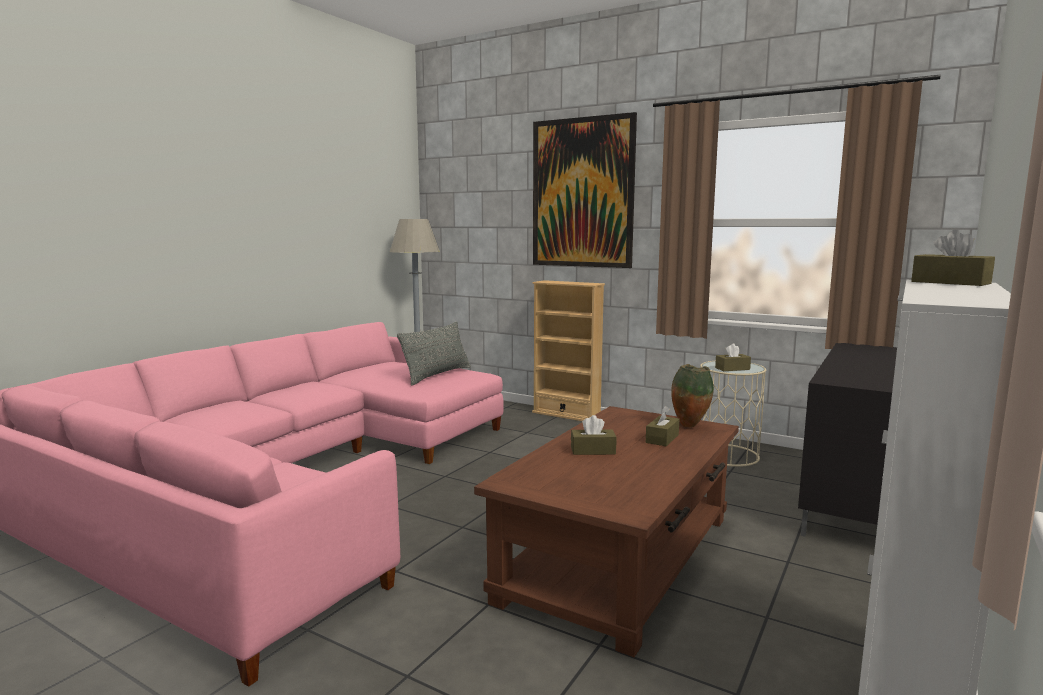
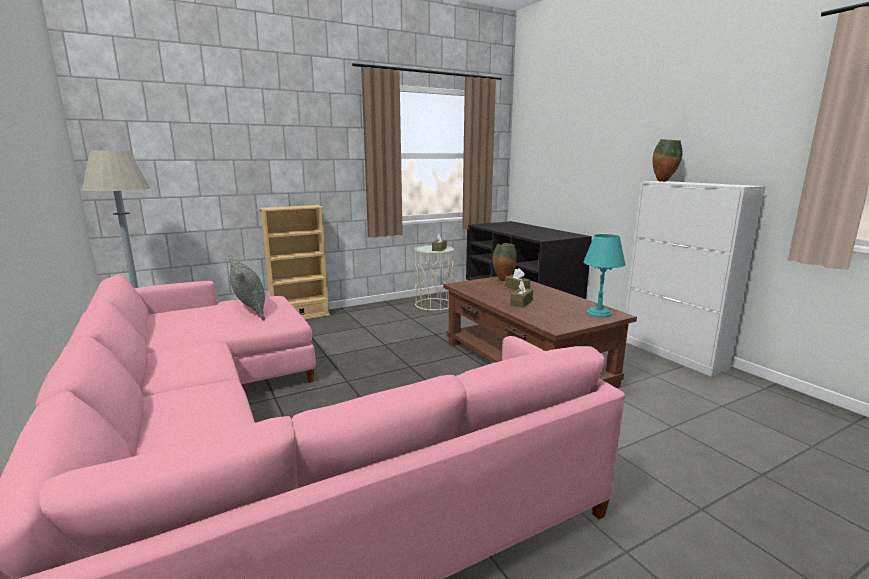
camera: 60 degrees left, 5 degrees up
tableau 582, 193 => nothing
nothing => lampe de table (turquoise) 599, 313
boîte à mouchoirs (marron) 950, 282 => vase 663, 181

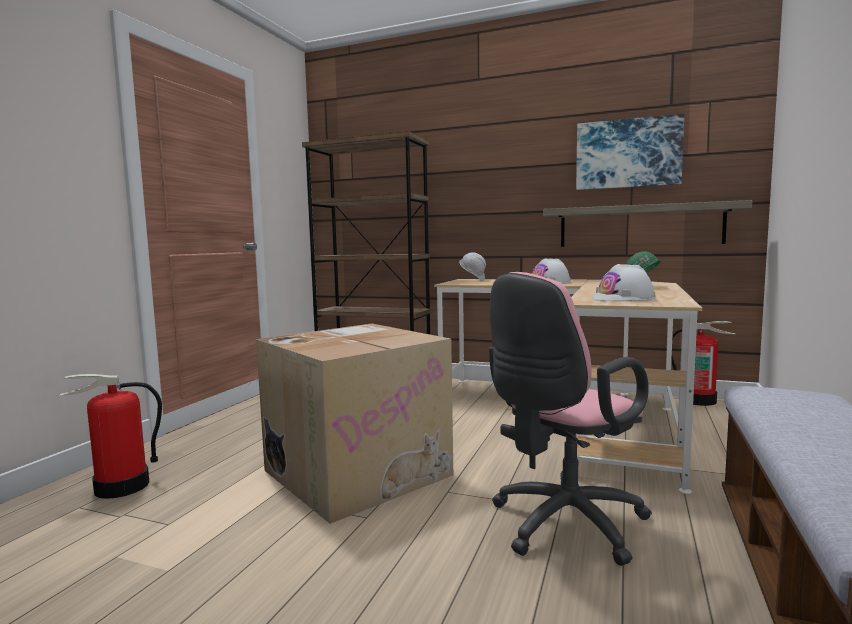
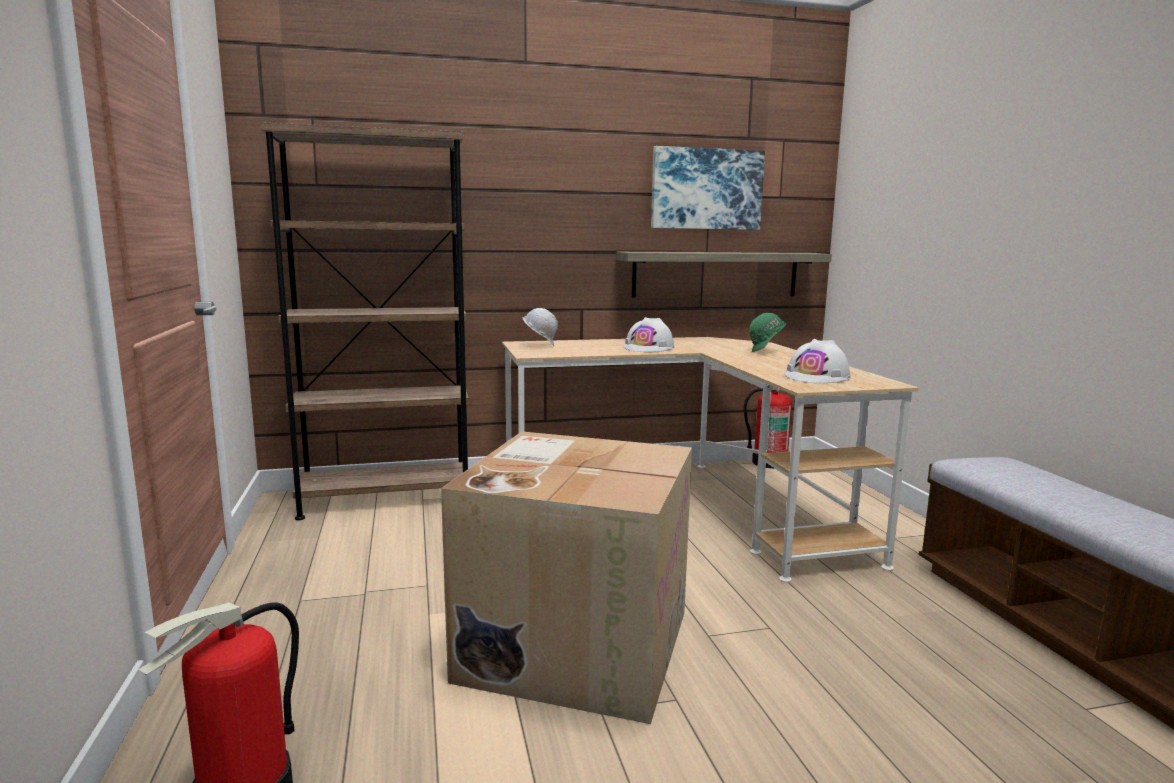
camera: 35 degrees left, 5 degrees up
chaise de bureau (rose) 562, 526 => nothing

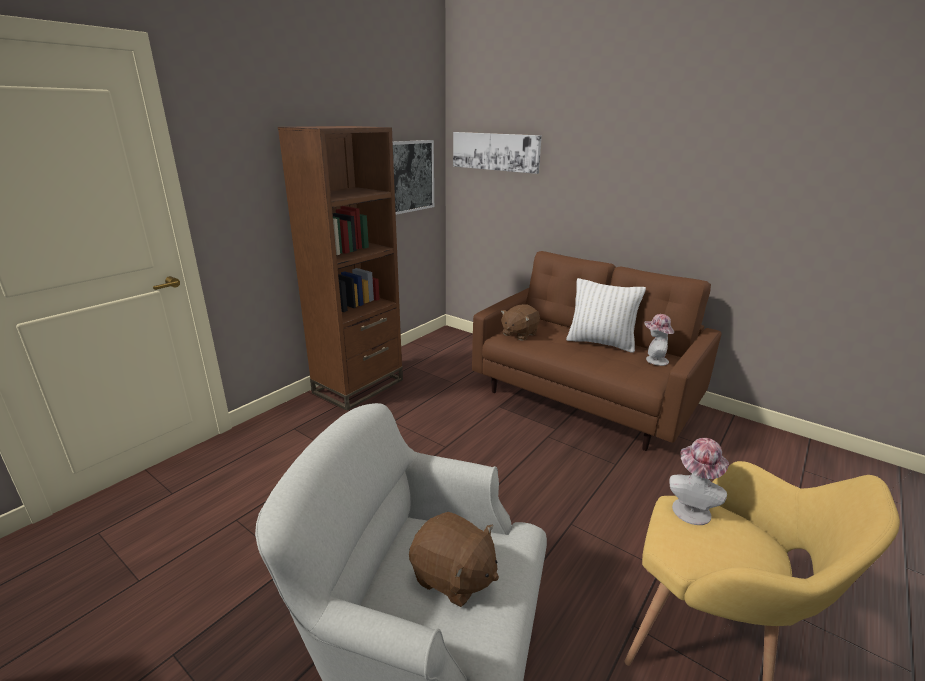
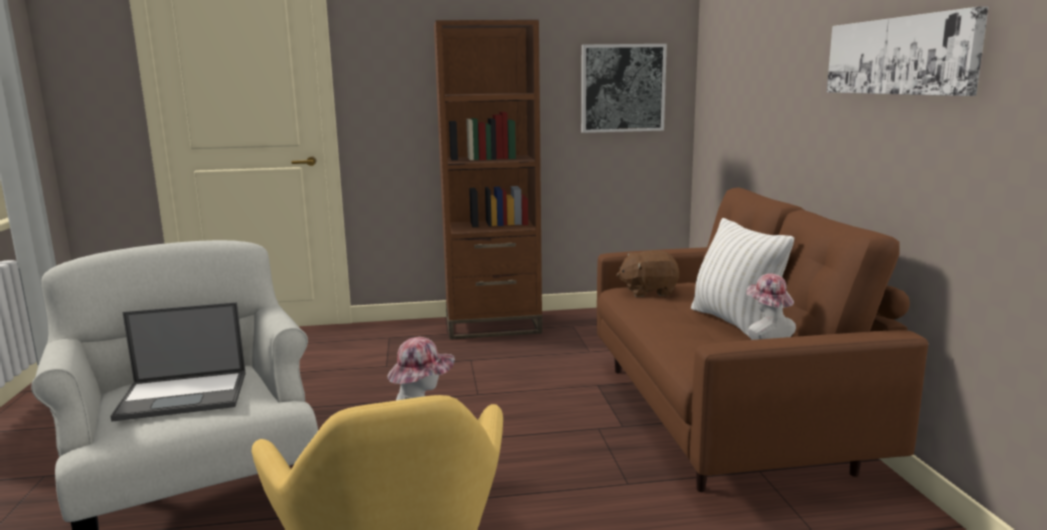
camera: 45 degrees right, 10 degrees down
tableau 495, 151 => tableau 899, 56, shifted
peluche (marron) 453, 577 => ordinateur portable 185, 395

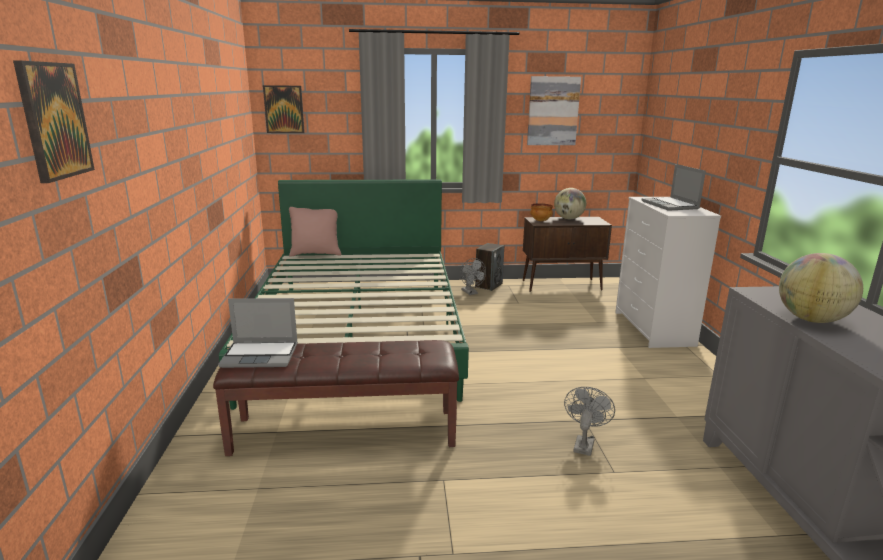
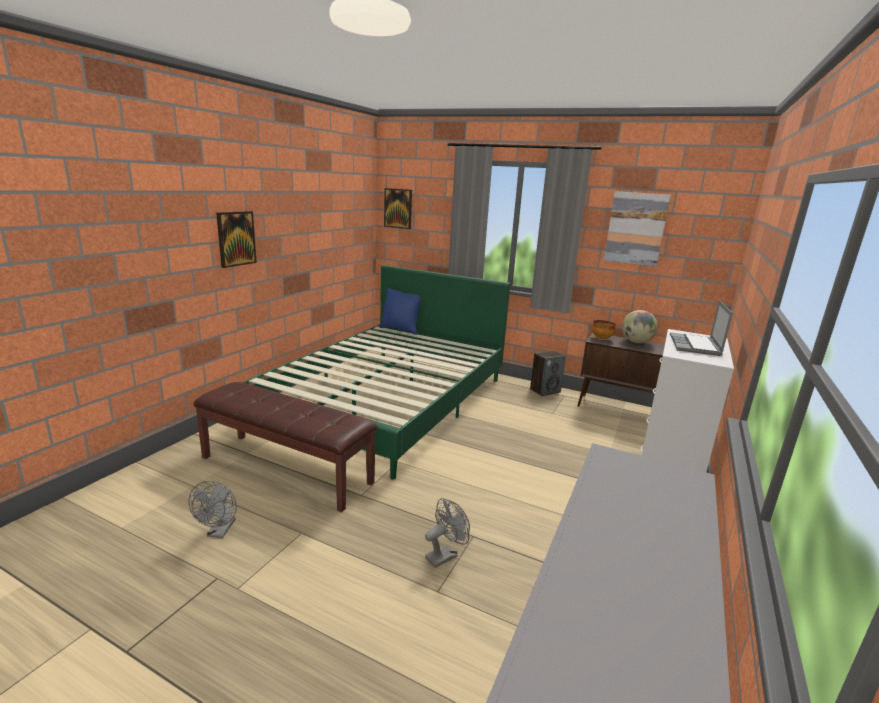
camera: 30 degrees right, 0 degrees up
ordinateur portable 261, 355 => nothing
globe 811, 319 => nothing
tableau 54, 120 => tableau 236, 238, shifted
ventilateur (gris) 471, 293 => ventilateur (gris) 219, 532, shifted
coussin (rose) 316, 254 => coussin (bleu) 400, 329

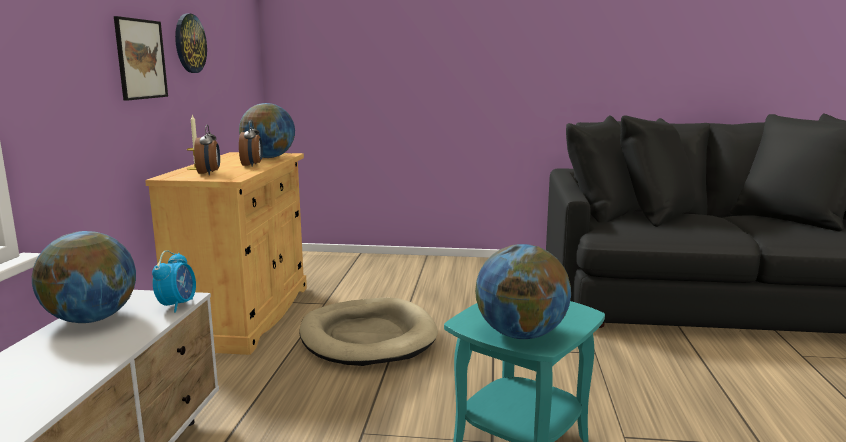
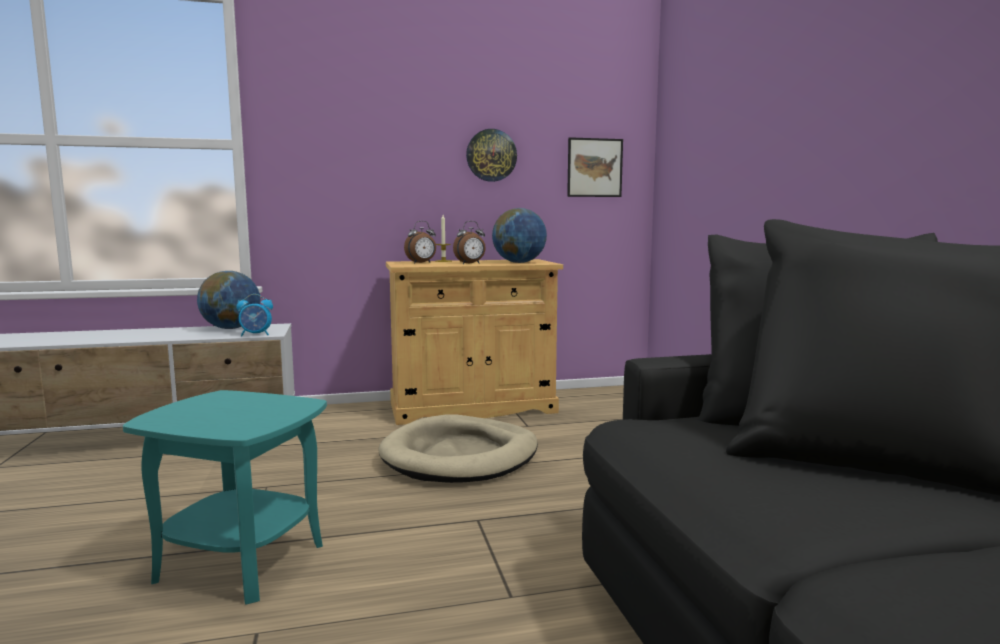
camera: 70 degrees right, 5 degrees down
globe 520, 334 => nothing
tableau 141, 59 => tableau 594, 167, shifted

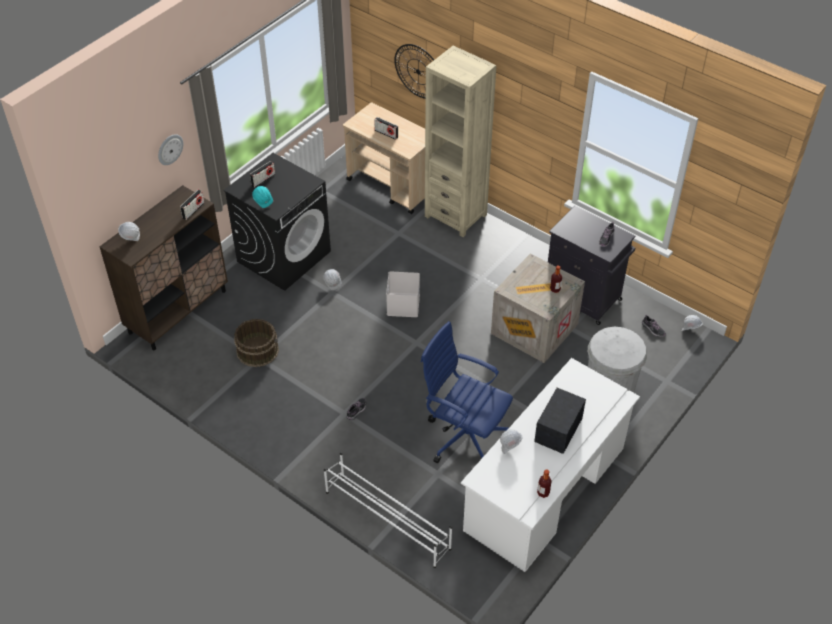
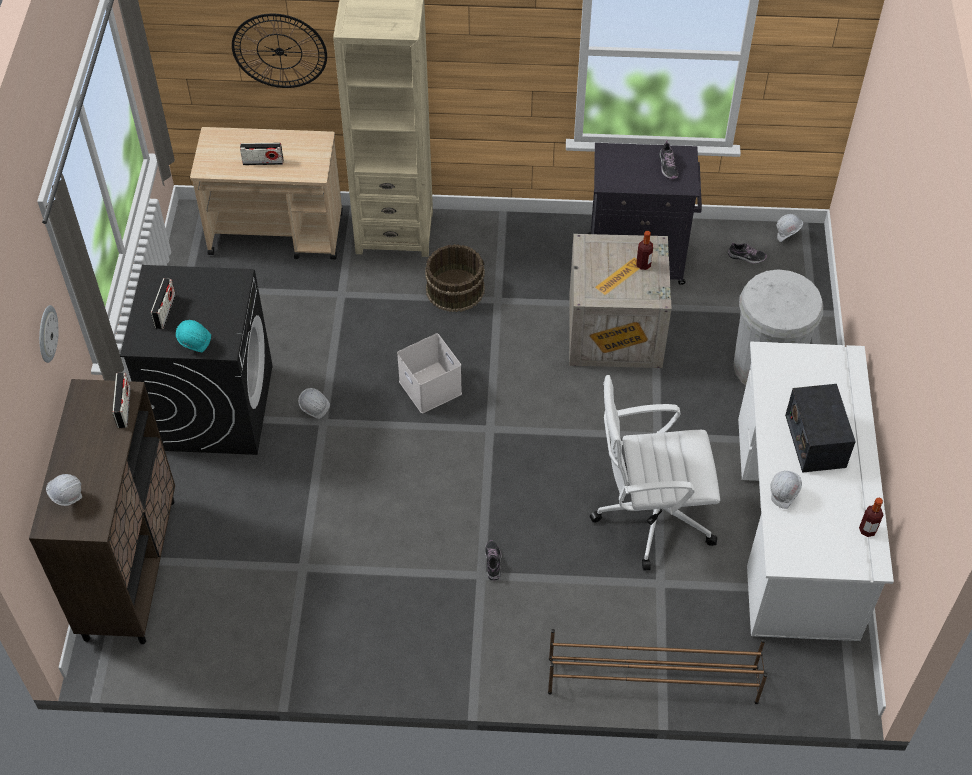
camera: 35 degrees left, 5 degrees up
seau (marron) 257, 350 => seau (marron) 455, 289, shifted
étagère à chaussures (blanc) 387, 519 => étagère à chaussures (marron) 651, 680
chaise de bureau (bleu) 464, 436 => chaise de bureau (blanc) 650, 515

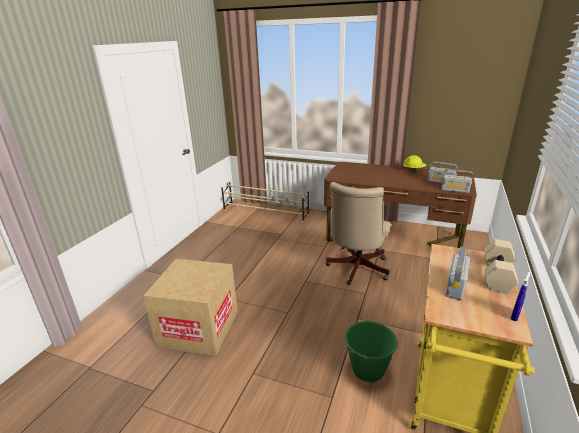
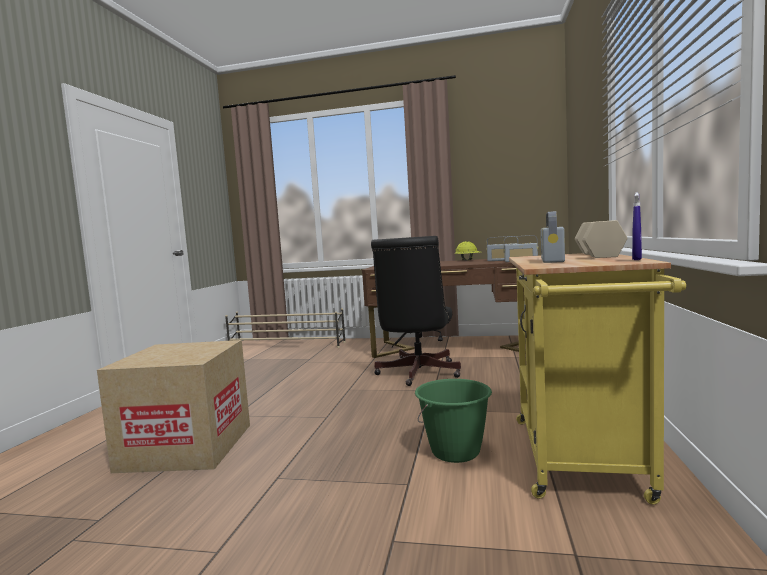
camera: 10 degrees left, 20 degrees down
chaise de bureau (beige) 356, 270 => chaise de bureau (noir) 416, 374

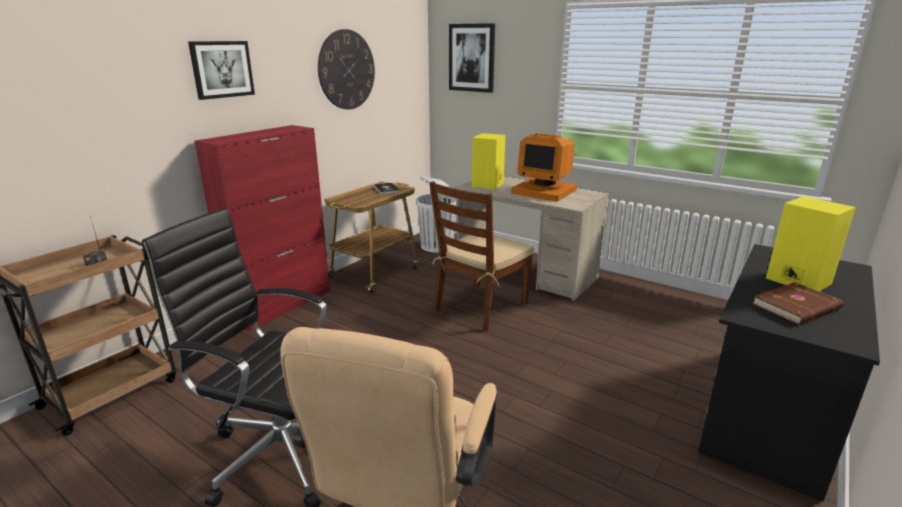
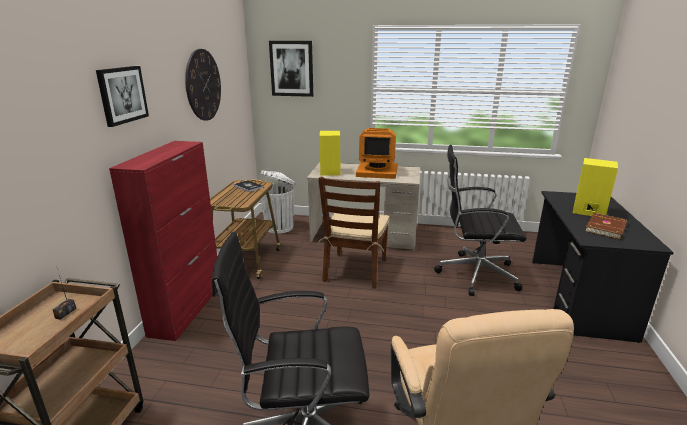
camera: 25 degrees left, 0 degrees up
nothing => chaise de bureau (noir) 474, 274

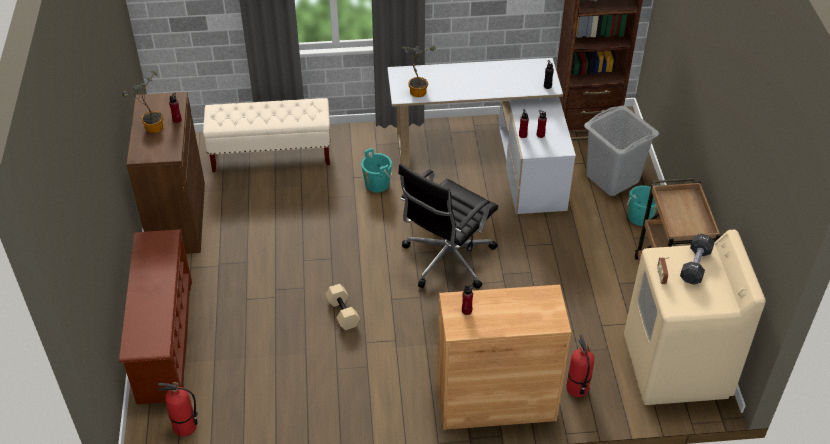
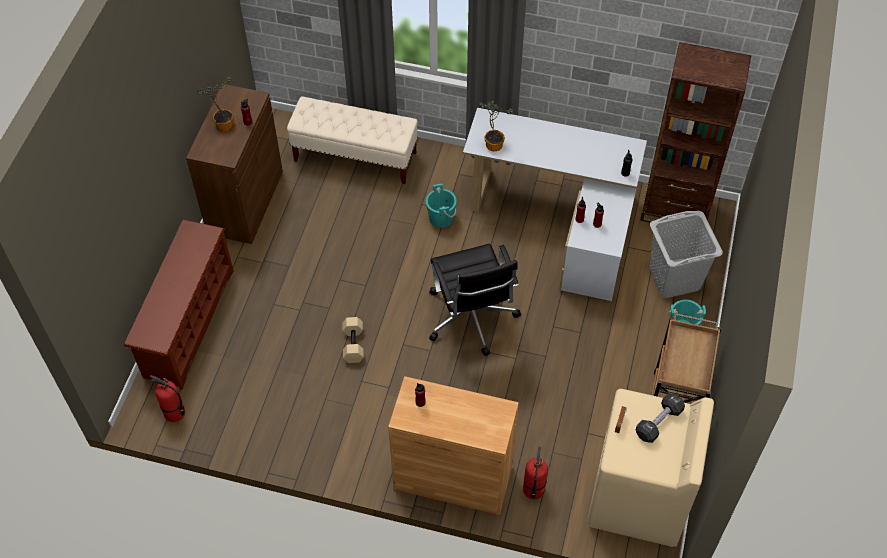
camera: 20 degrees right, 10 degrees up
chaise de bureau (noir) 446, 260 => chaise de bureau (noir) 471, 319, 75 degrees counterclockwise

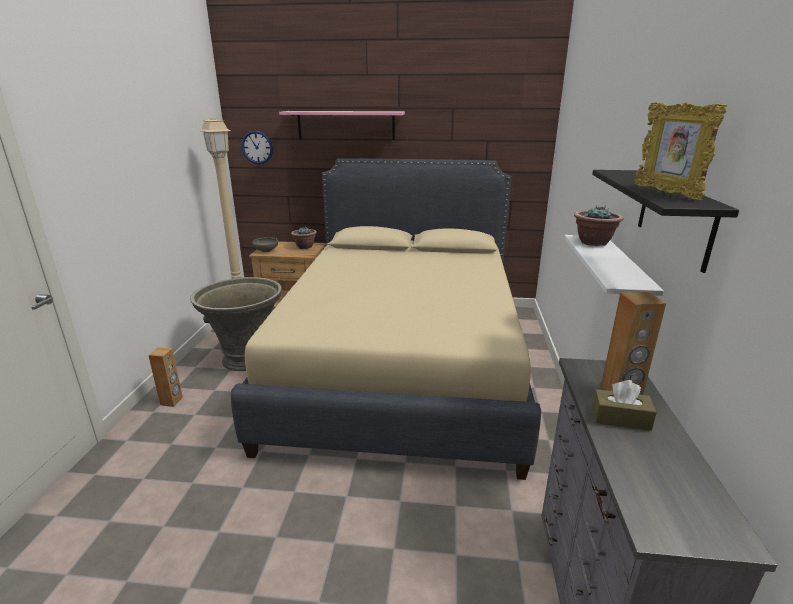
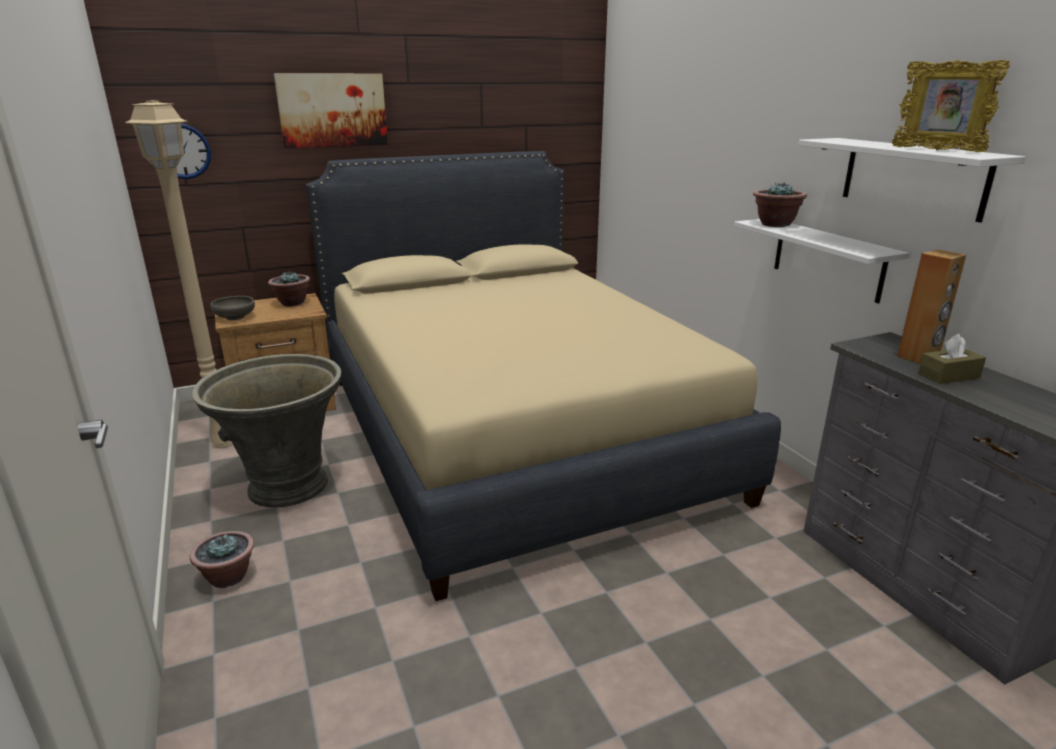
camera: 30 degrees left, 0 degrees up
enceinte (marron) 172, 401 => plante en pot 228, 577
étagère (rose) 346, 125 => tableau 332, 110
étagère (noir) 674, 216 => étagère (blanc) 913, 177

